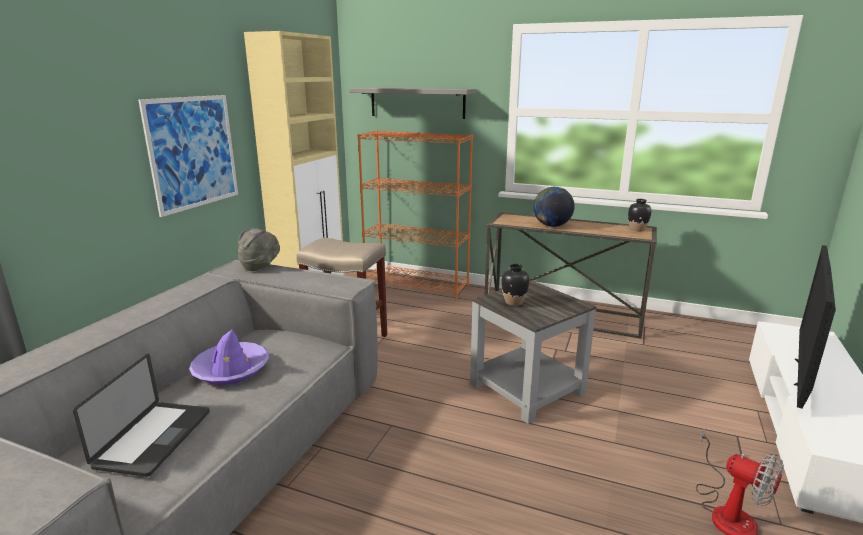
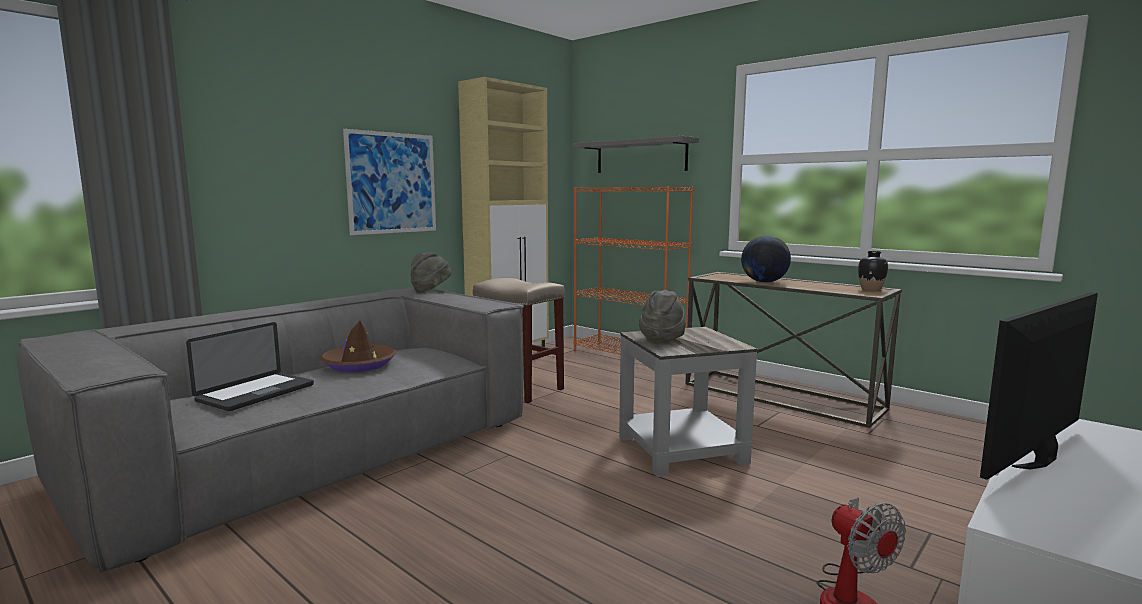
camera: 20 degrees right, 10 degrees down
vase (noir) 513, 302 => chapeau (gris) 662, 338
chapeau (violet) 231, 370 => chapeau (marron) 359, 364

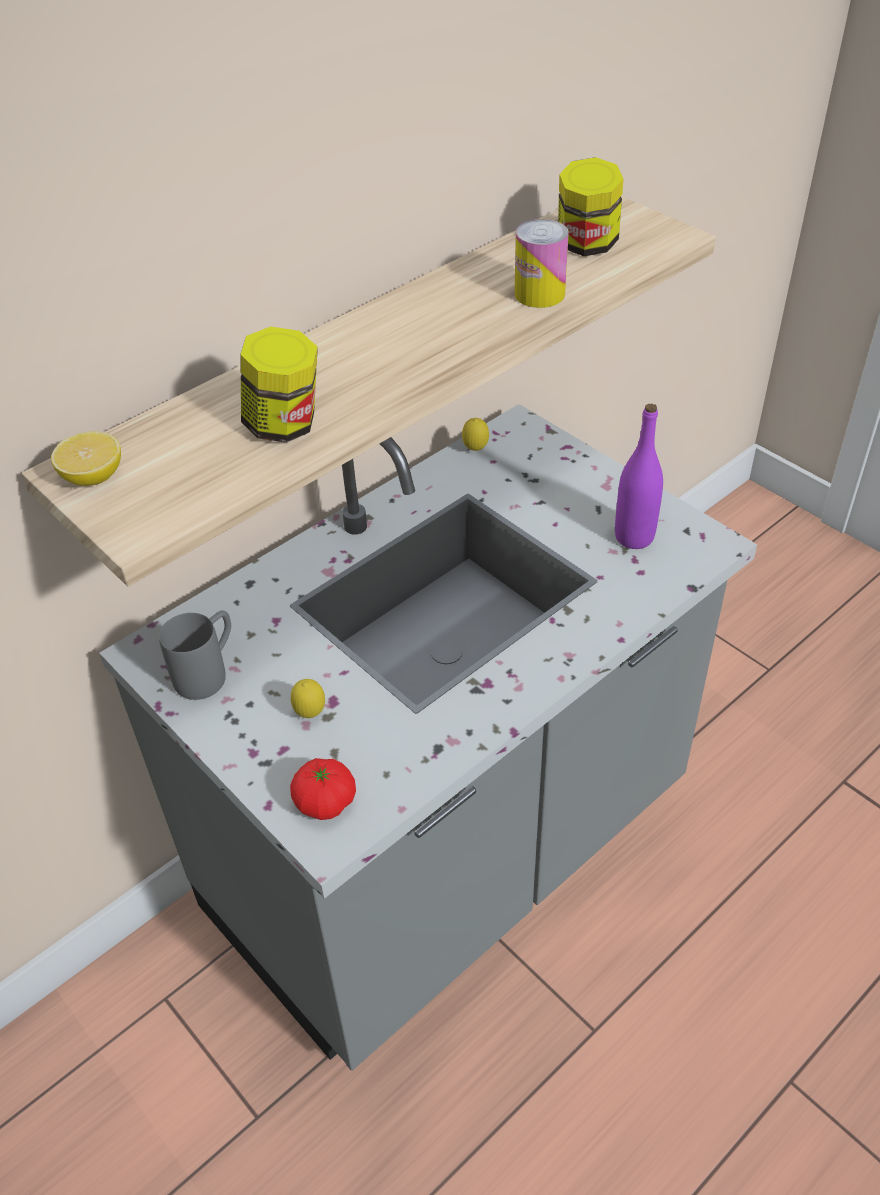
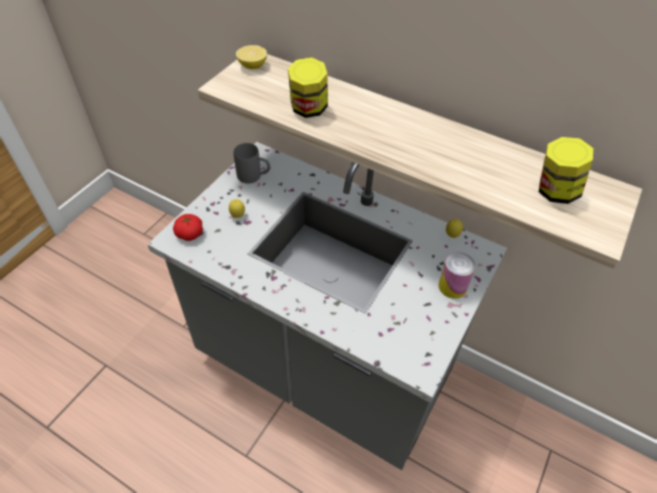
camera: 70 degrees right, 5 degrees up
bouteille (violet) 634, 537 => nothing
boîte métallique 539, 294 => boîte métallique 452, 286, shifted

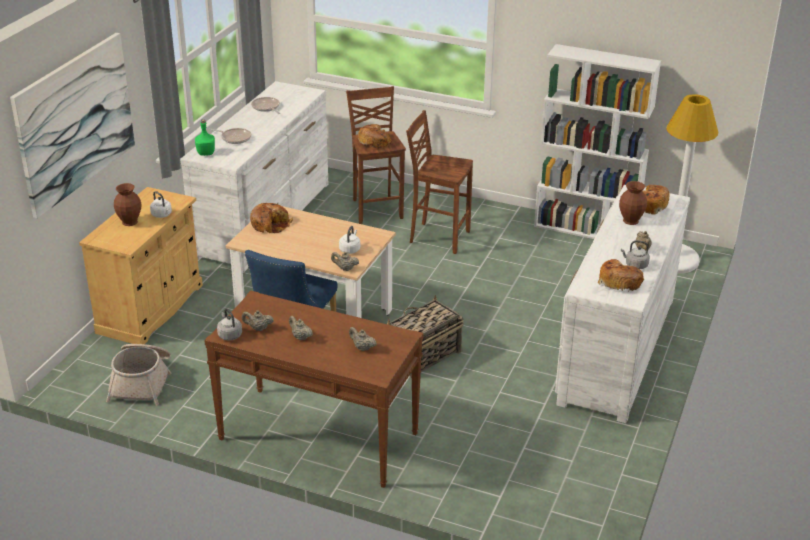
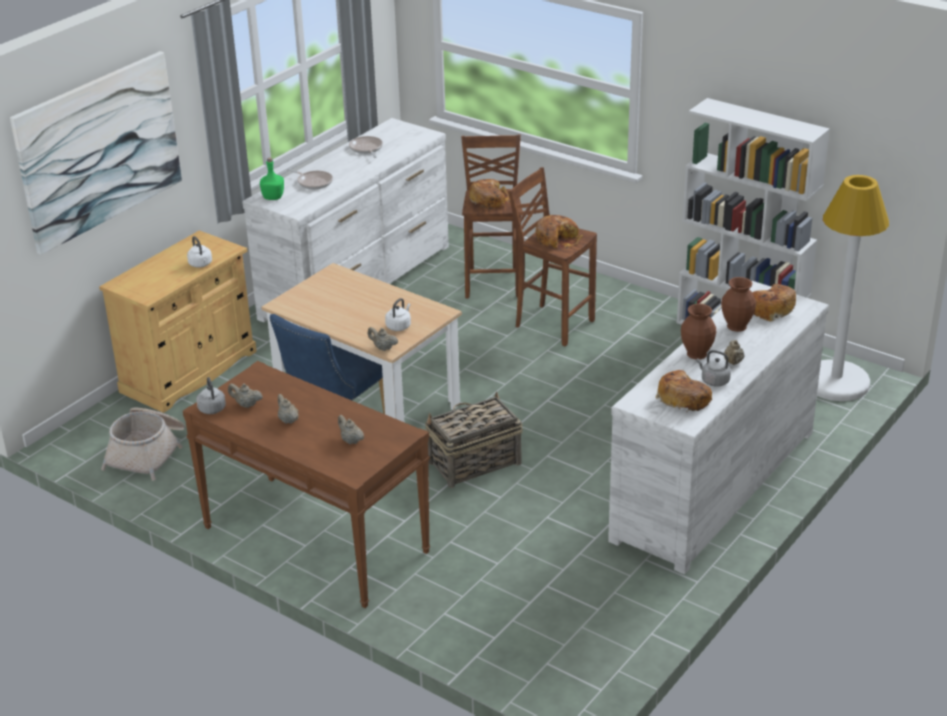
camera: 15 degrees right, 0 degrees up
vase (marron) 130, 222 => vase (marron) 697, 354, shifted
pain 270, 224 => pain 557, 239, shifted

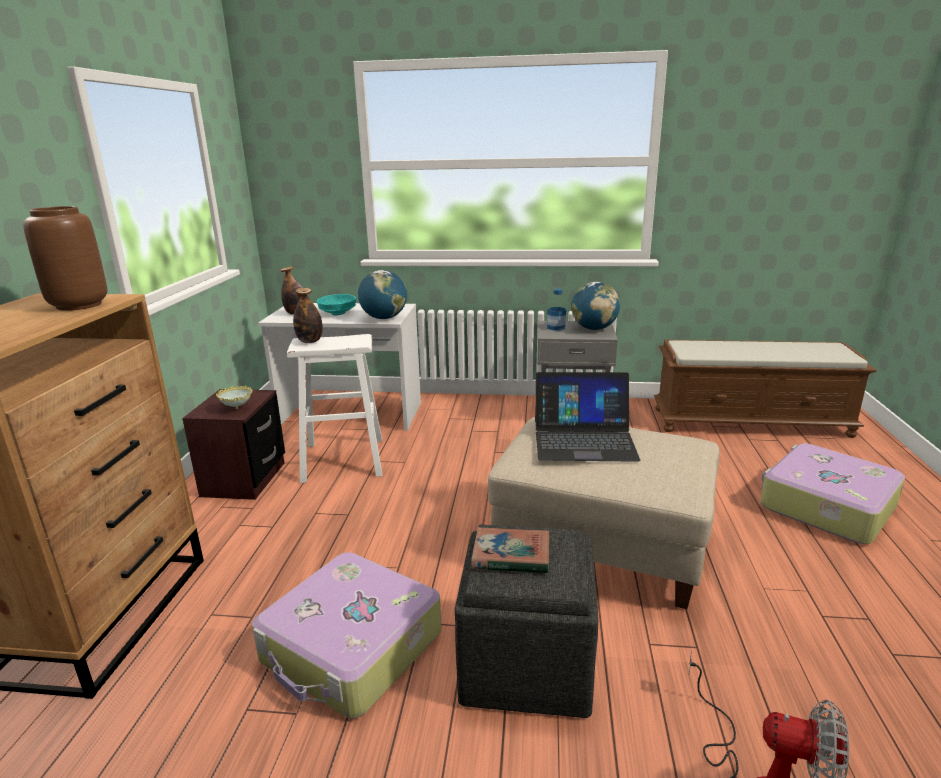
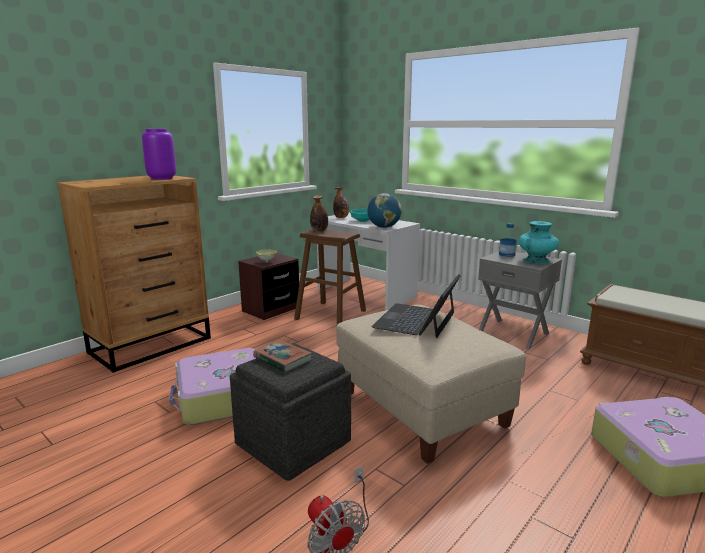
camera: 35 degrees right, 5 degrees down
globe 594, 328 => vase (turquoise) 536, 260
vase (marron) 78, 305 => vase (violet) 161, 178
tabouret (blanc) 343, 459 => tabouret (marron) 330, 315
ordinateur portable 584, 439 => ordinateur portable 416, 320, 75 degrees clockwise

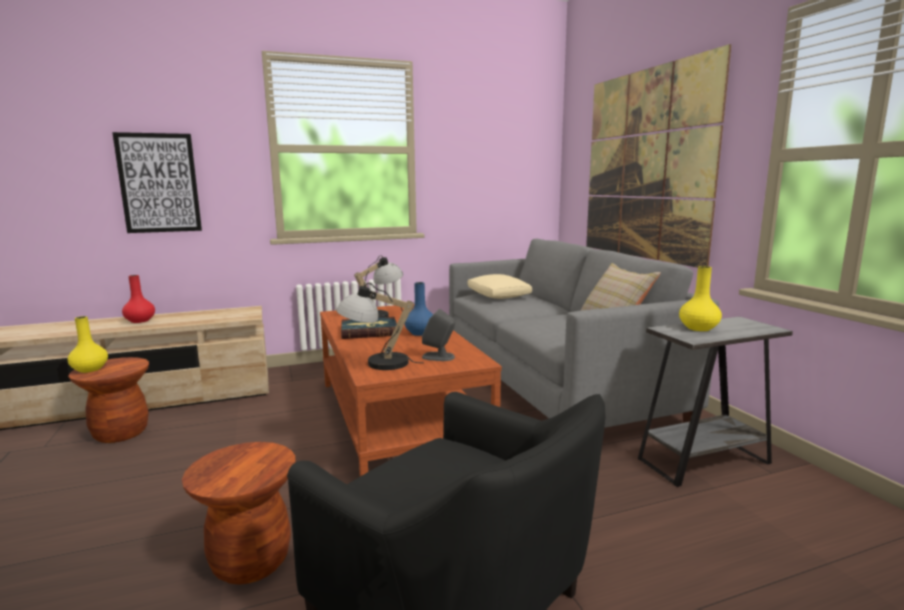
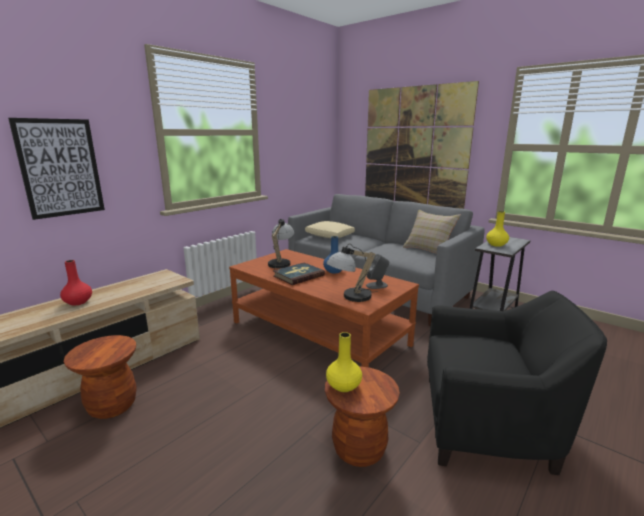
camera: 30 degrees left, 5 degrees up
vase (jaune) 89, 369 => vase (jaune) 344, 386, shifted

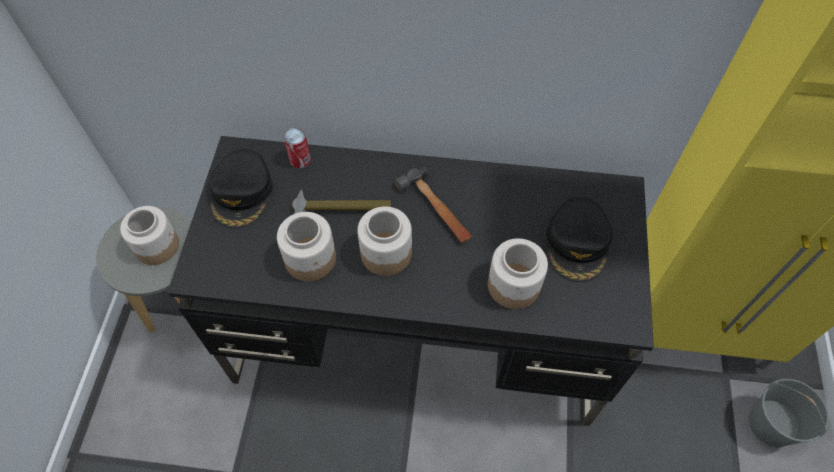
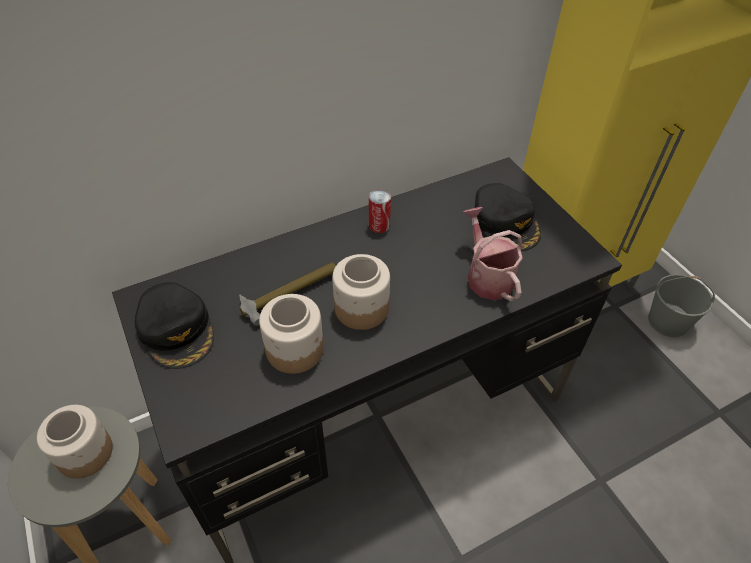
camera: 35 degrees left, 10 degrees down
marteau 436, 209 => nothing
boîte métallique 300, 159 => boîte métallique 379, 225, shifted
bocal 514, 285 => arrosoir 487, 276

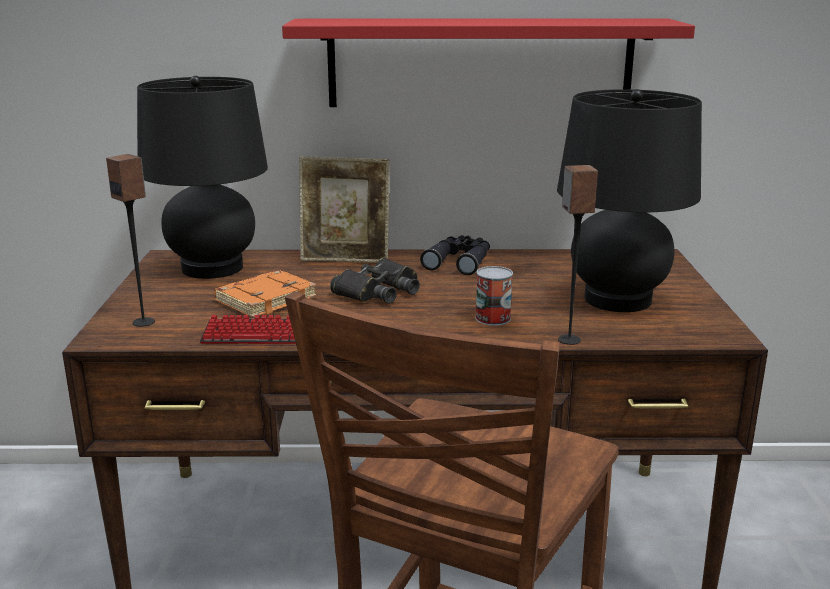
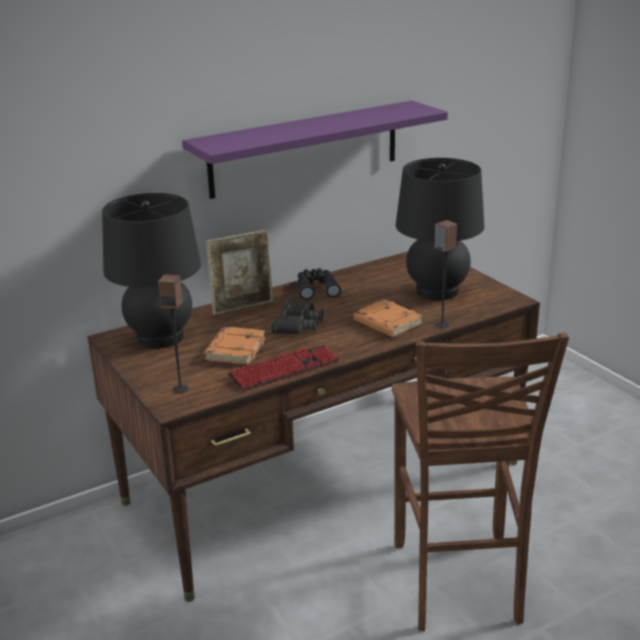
camera: 30 degrees left, 5 degrees up
boîte métallique 493, 318 => livre (orange) 386, 323
étagère (rouge) 480, 63 => étagère (violet) 305, 149

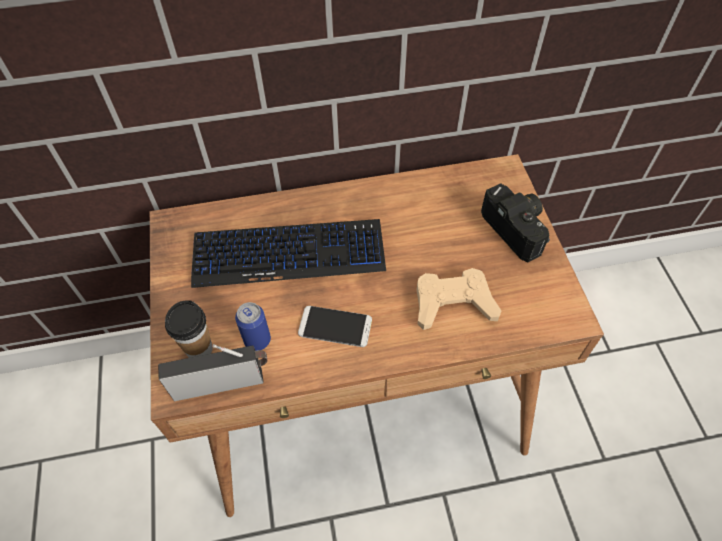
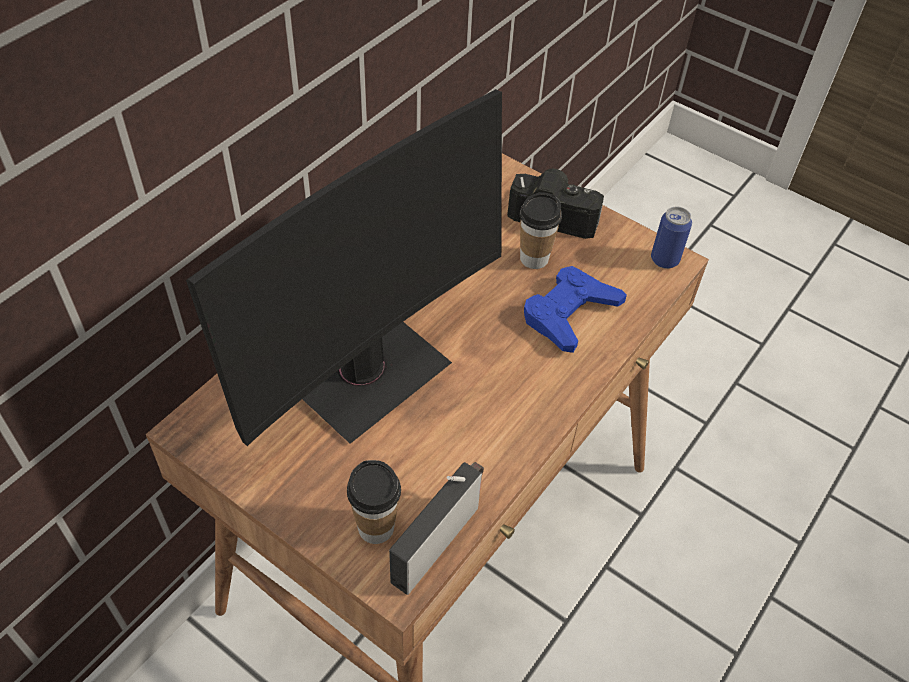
camera: 45 degrees left, 5 degrees down
téléphone 335, 326 => nothing
nothing => tasse 534, 258
boîte métallique 257, 340 => boîte métallique 664, 260, shifted
clavier 289, 254 => écran d'ordinateur 365, 372
manette (beige) 453, 303 => manette (bleu) 569, 313

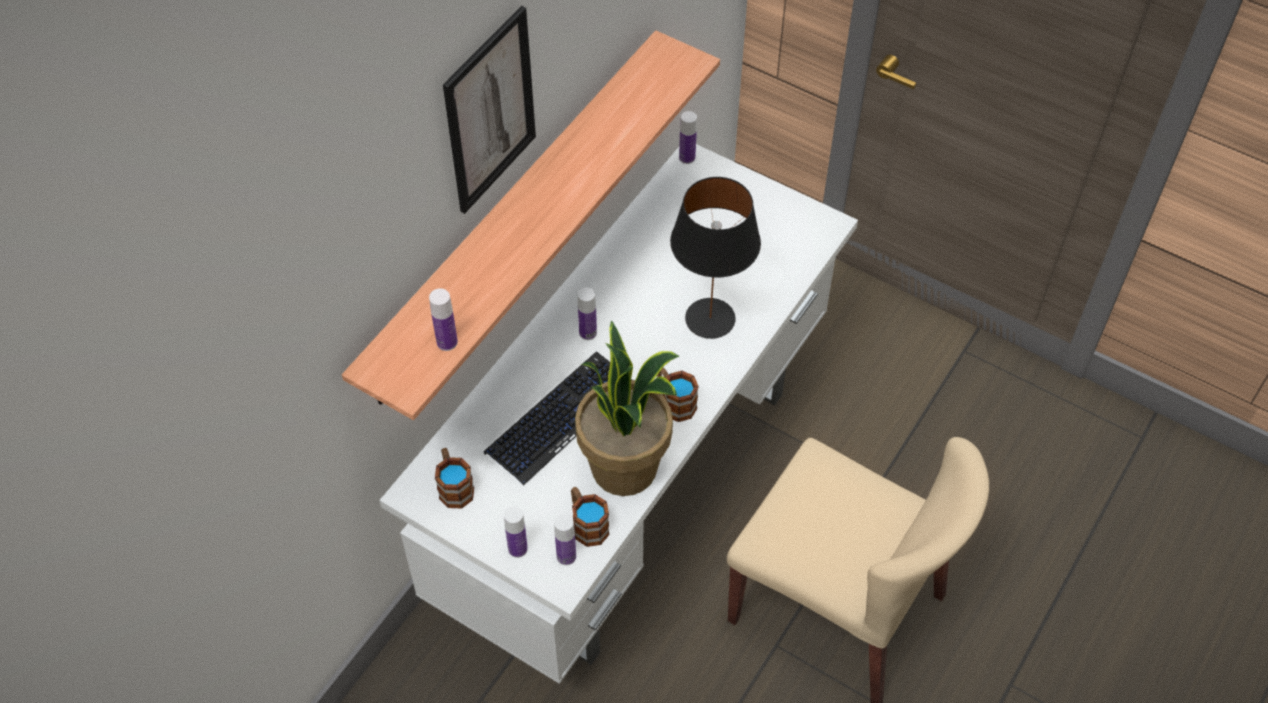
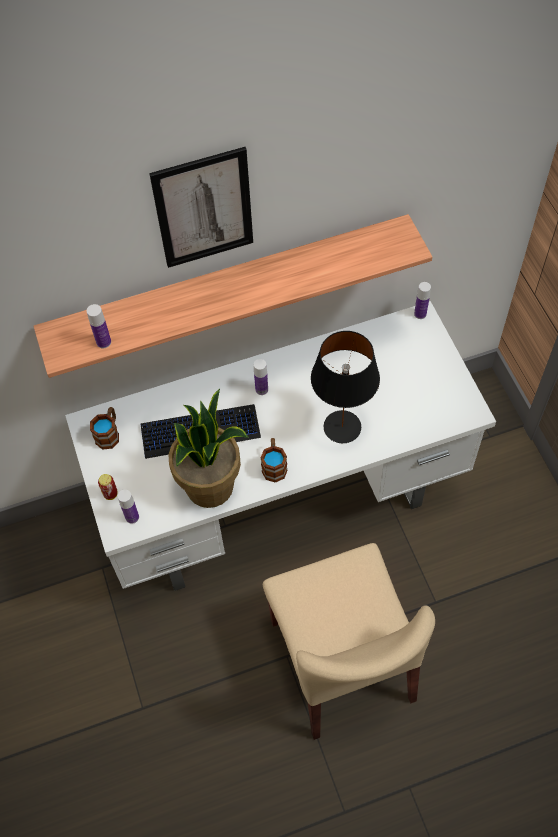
camera: 40 degrees right, 5 degrees up
mug 587, 524 => nothing
bouteille 517, 549 => boîte métallique 110, 494

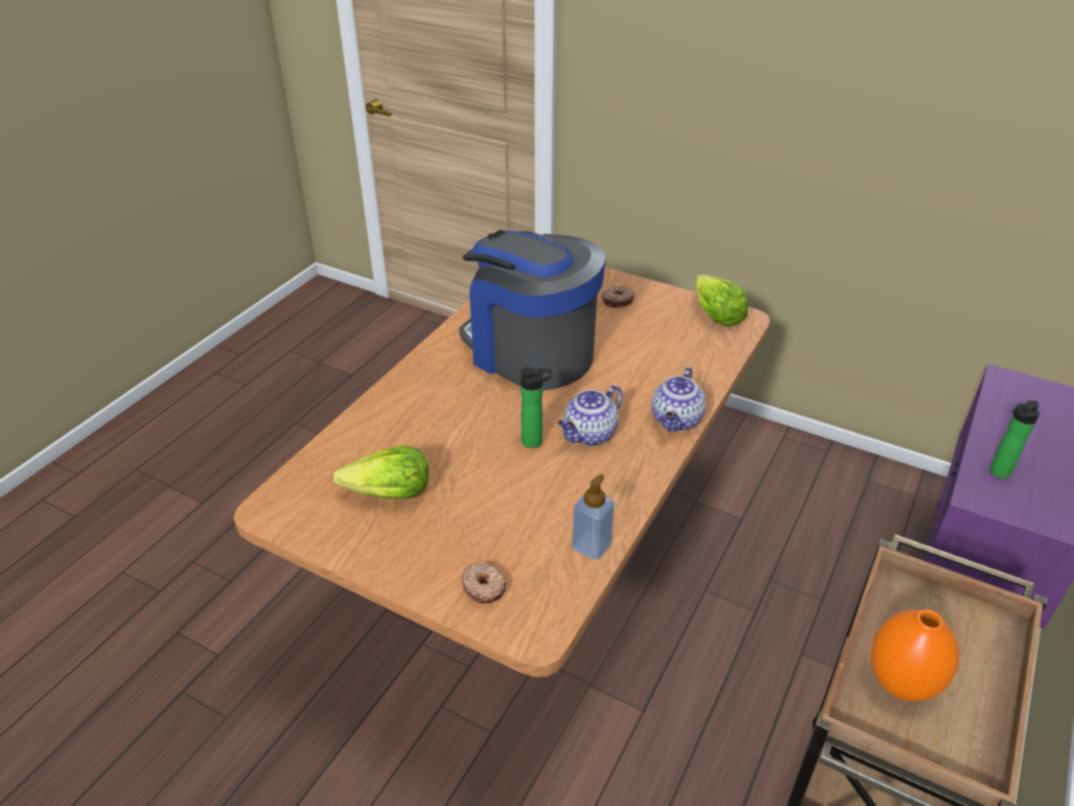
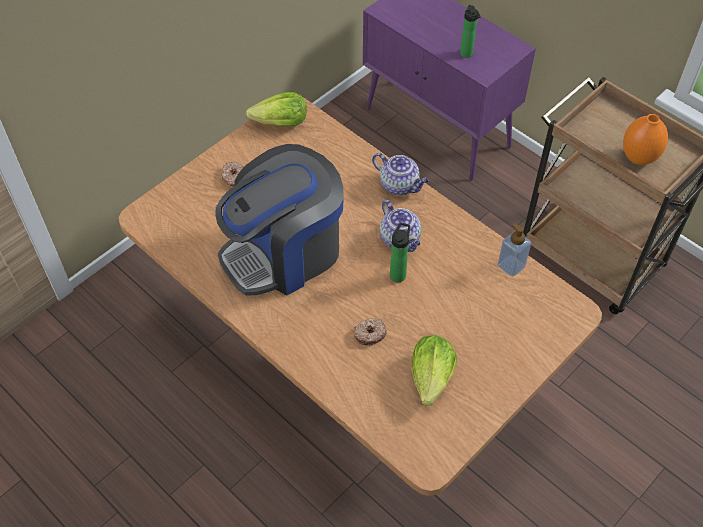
camera: 75 degrees left, 15 degrees up
beignet 484, 587 => beignet 369, 334, shifted

